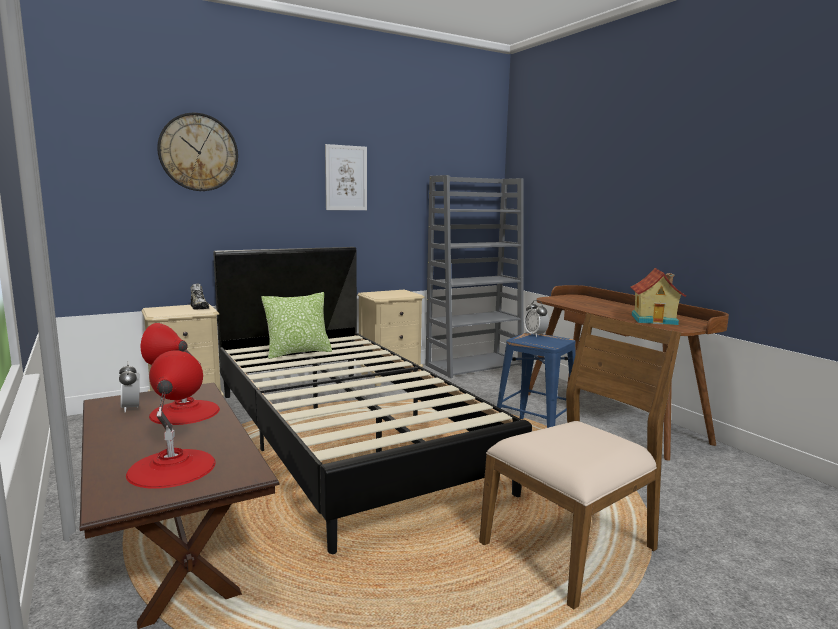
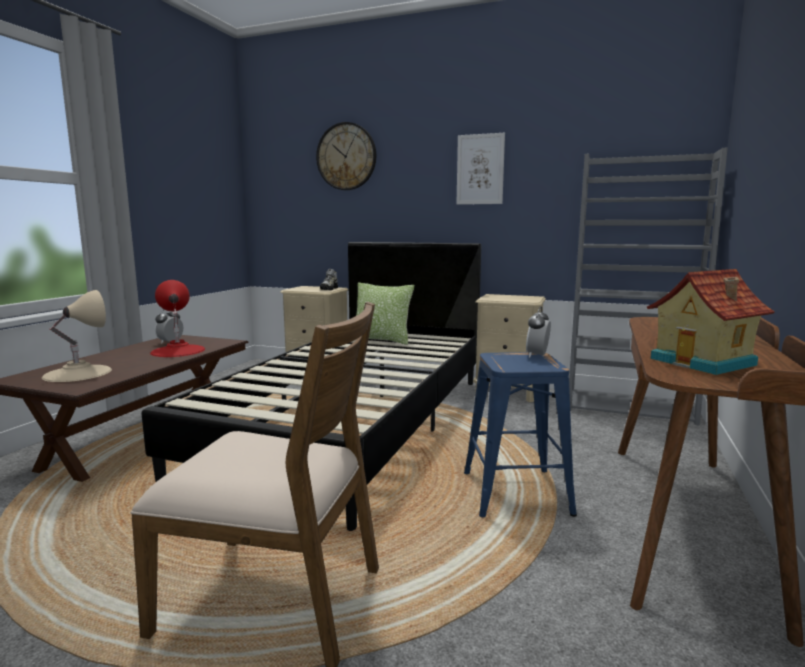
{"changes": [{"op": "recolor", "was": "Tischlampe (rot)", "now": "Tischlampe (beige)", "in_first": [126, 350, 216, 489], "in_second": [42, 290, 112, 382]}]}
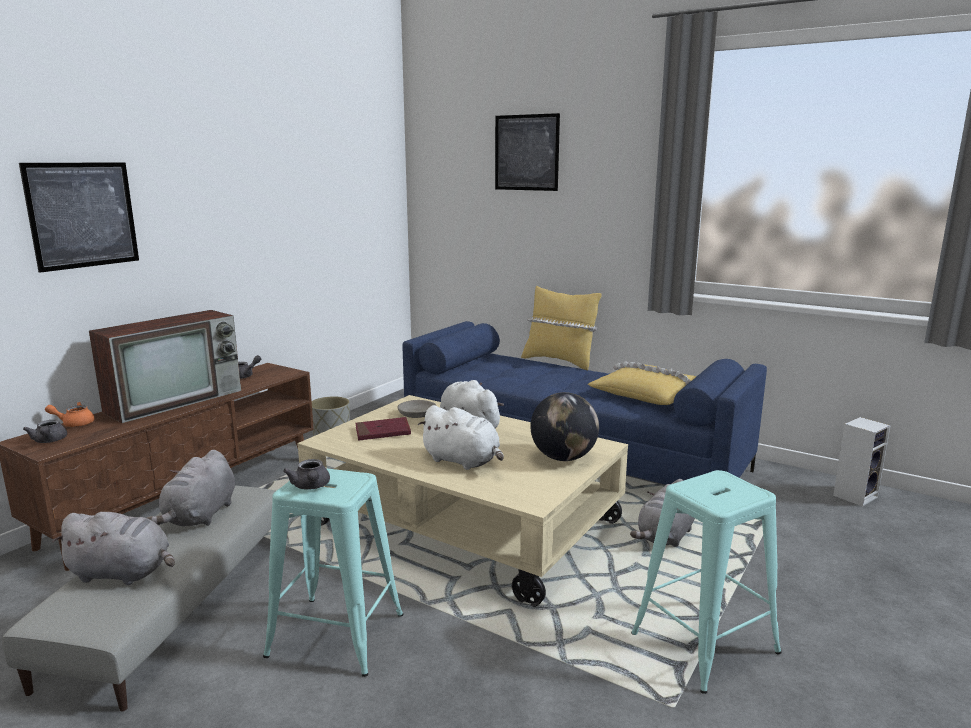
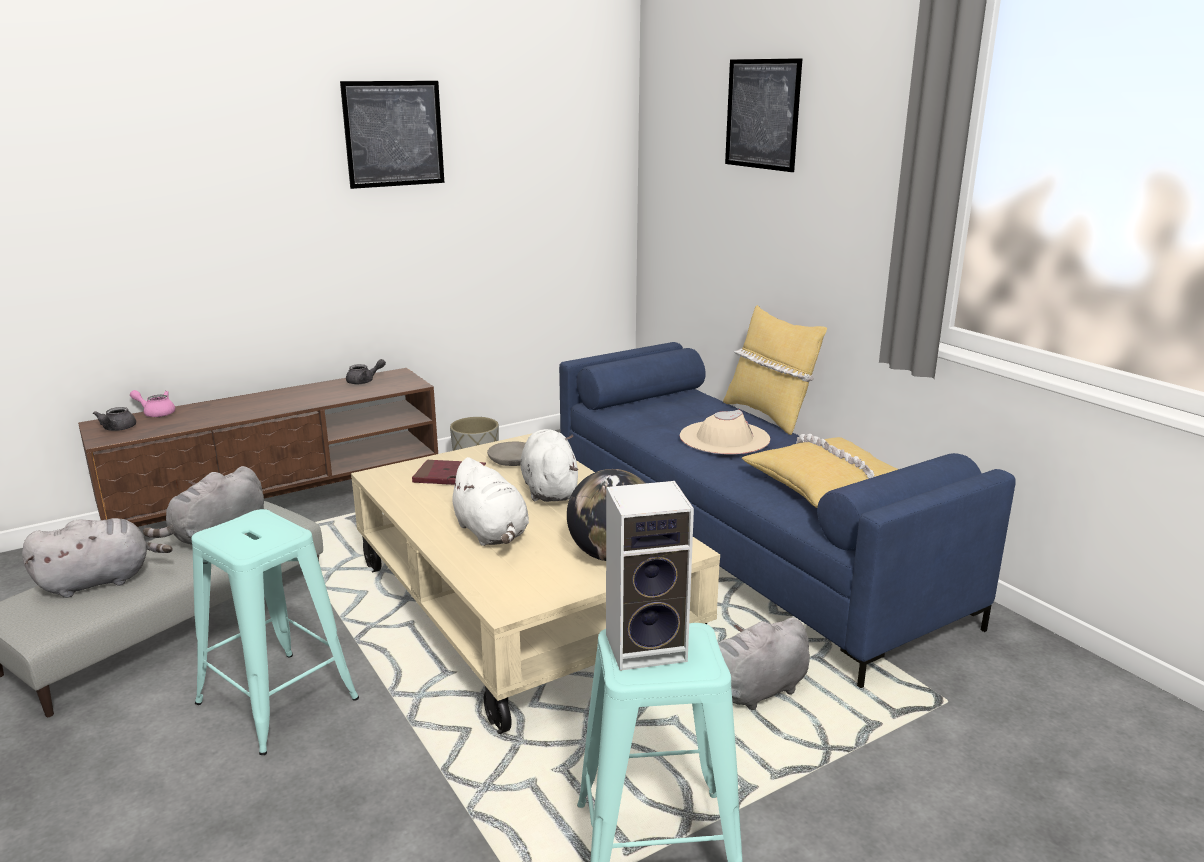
{"changes": [{"op": "move", "was": "Bild", "in_first": [19, 163, 139, 273], "in_second": [340, 81, 444, 189]}, {"op": "recolor", "was": "Teekanne (orange)", "now": "Teekanne (rosa)", "in_first": [45, 402, 94, 427], "in_second": [130, 390, 175, 417]}, {"op": "rotate", "was": "Plüschtier (grau)", "in_first": [52, 512, 175, 585], "in_second": [22, 518, 173, 598], "clockwise": -60}, {"op": "delete", "was": "Fernseher", "in_first": [89, 310, 241, 423]}, {"op": "delete", "was": "Teekanne (grau)", "in_first": [283, 459, 330, 490]}, {"op": "move", "was": "Lautsprecher", "in_first": [833, 417, 891, 507], "in_second": [606, 481, 694, 671]}, {"op": "insert", "now": "Hut (beige)", "in_second": [680, 409, 770, 454]}]}
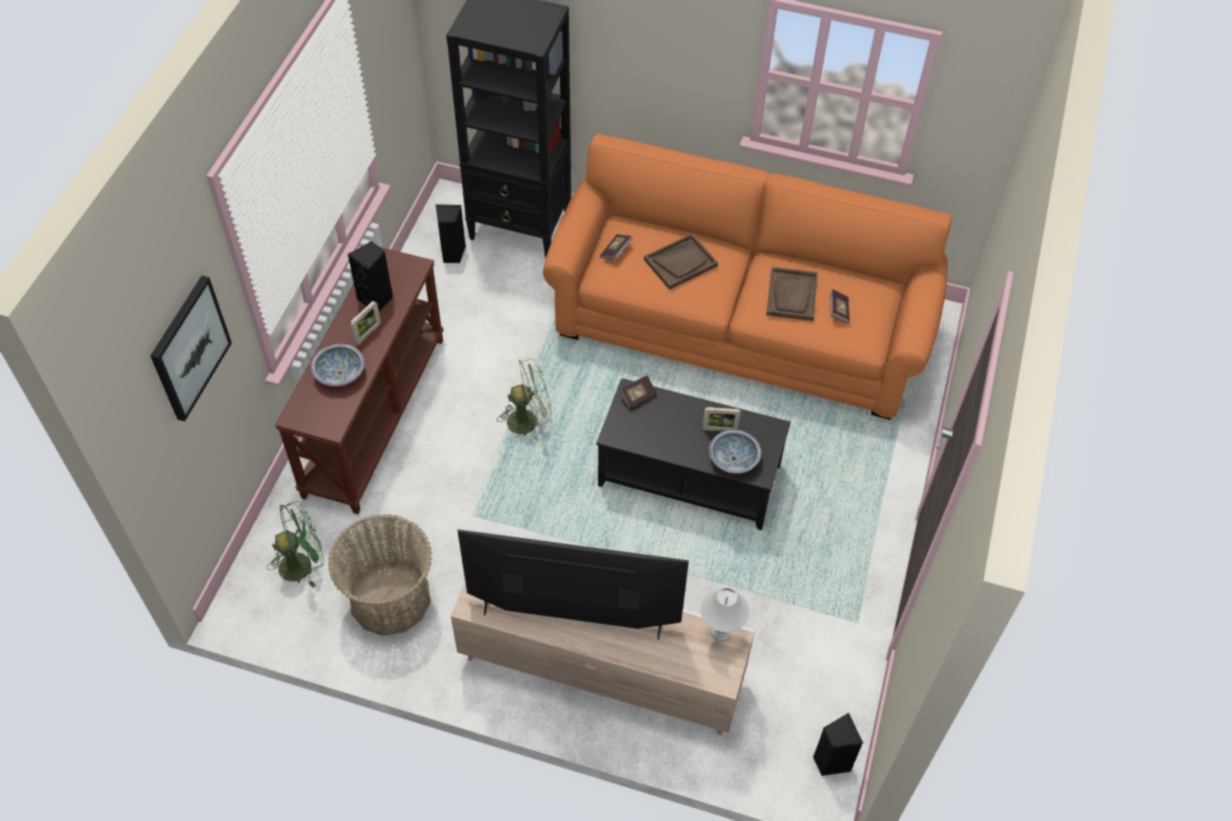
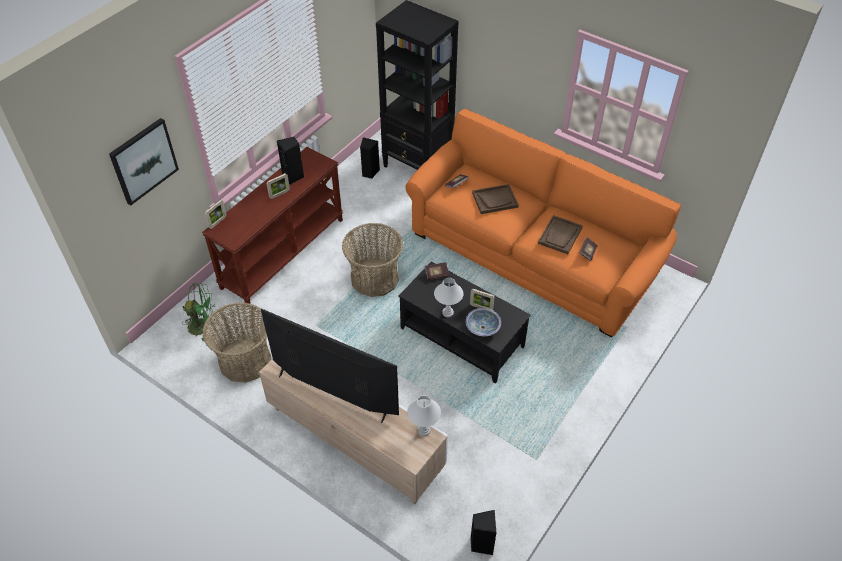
{"changes": [{"op": "delete", "was": "Schüssel", "in_first": [311, 344, 364, 386]}, {"op": "replace", "was": "Ventilator (grün)", "now": "Korb", "in_first": [497, 359, 552, 442], "in_second": [342, 223, 404, 297]}, {"op": "insert", "now": "Bilderrahmen", "in_second": [205, 200, 227, 229]}, {"op": "insert", "now": "Tischlampe (weiß)", "in_second": [434, 278, 463, 317]}]}
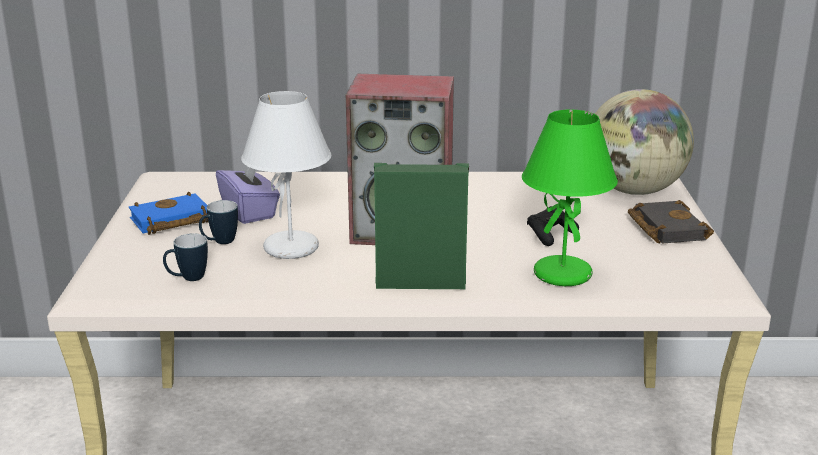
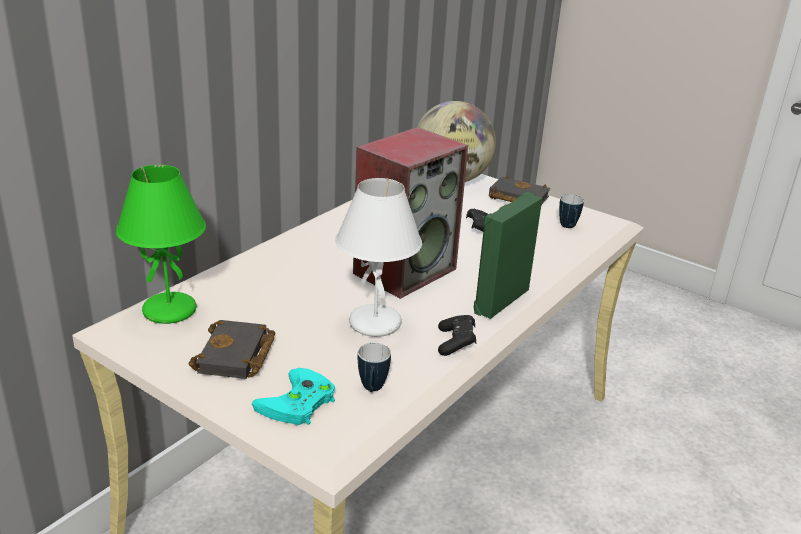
{"changes": [{"op": "recolor", "was": "Buch (blau)", "now": "Buch (schwarz)", "in_first": [129, 192, 208, 235], "in_second": [188, 320, 275, 379]}, {"op": "move", "was": "Henkelbecher", "in_first": [199, 200, 238, 244], "in_second": [559, 194, 584, 228]}, {"op": "delete", "was": "Taschentuchbox (lila)", "in_first": [216, 166, 280, 224]}, {"op": "move", "was": "Tischlampe (grün)", "in_first": [522, 110, 618, 286], "in_second": [116, 165, 206, 324]}, {"op": "insert", "now": "Gamepad (türkis)", "in_second": [252, 368, 335, 425]}, {"op": "insert", "now": "Gamepad (schwarz)", "in_second": [438, 315, 476, 356]}]}
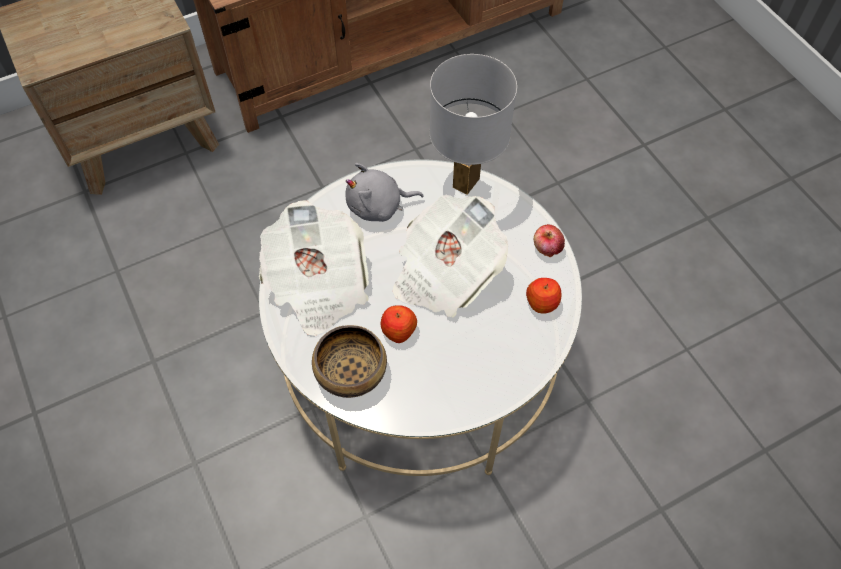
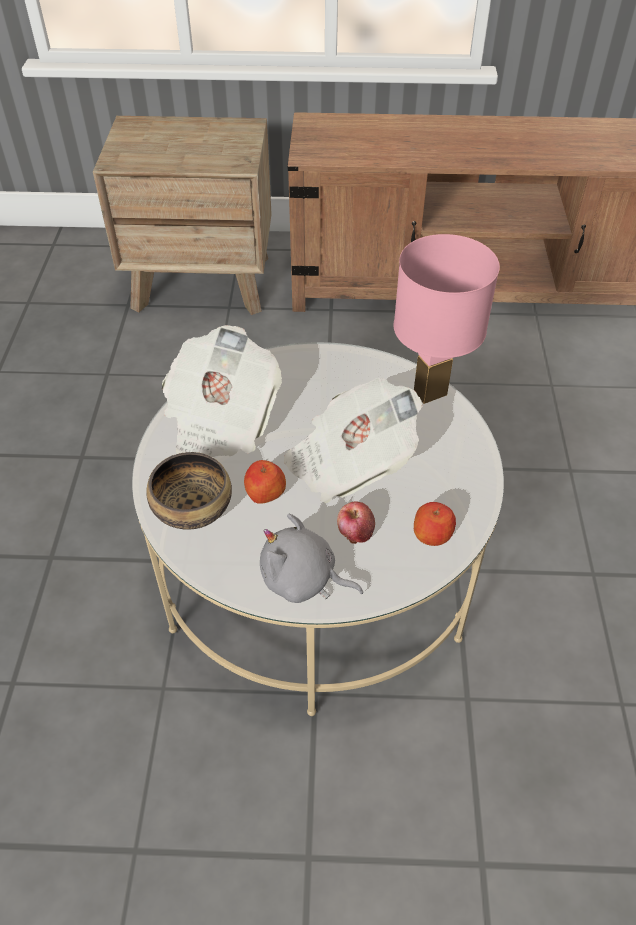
{"changes": [{"op": "move", "was": "Plüschtier (grau)", "in_first": [345, 163, 423, 222], "in_second": [260, 514, 363, 603]}, {"op": "recolor", "was": "Tischlampe (weiß)", "now": "Tischlampe (rosa)", "in_first": [430, 54, 517, 195], "in_second": [394, 234, 500, 404]}, {"op": "move", "was": "Apfel", "in_first": [534, 224, 565, 257], "in_second": [337, 501, 375, 544]}]}
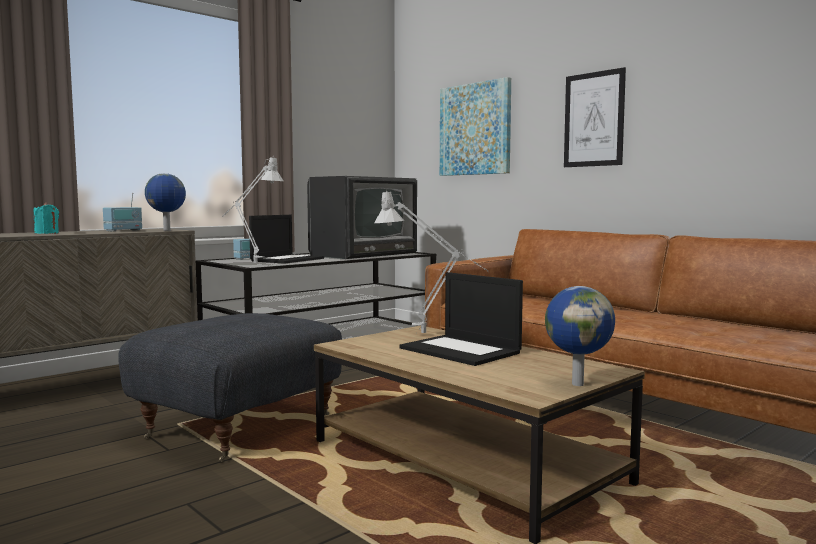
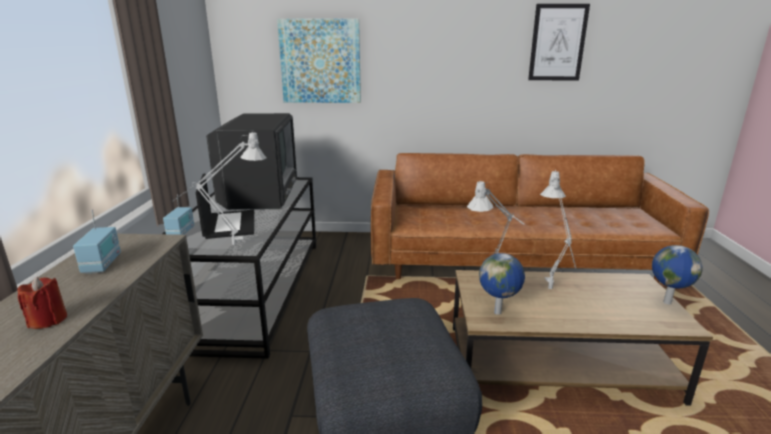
{"changes": [{"op": "recolor", "was": "Kerze (türkis)", "now": "Kerze (rot)", "in_first": [34, 202, 59, 234], "in_second": [17, 277, 67, 329]}, {"op": "move", "was": "Globus", "in_first": [145, 173, 186, 231], "in_second": [479, 253, 525, 315]}, {"op": "replace", "was": "Laptop", "now": "Tischlampe (grau)", "in_first": [399, 272, 523, 366], "in_second": [540, 170, 576, 289]}, {"op": "move", "was": "Bild", "in_first": [564, 67, 626, 167], "in_second": [528, 4, 590, 80]}]}
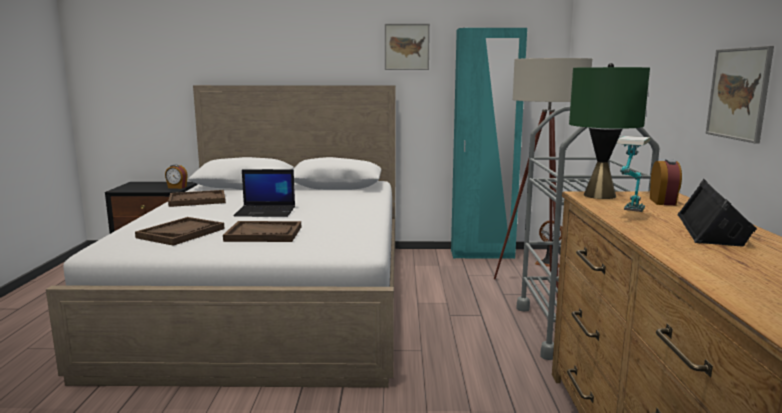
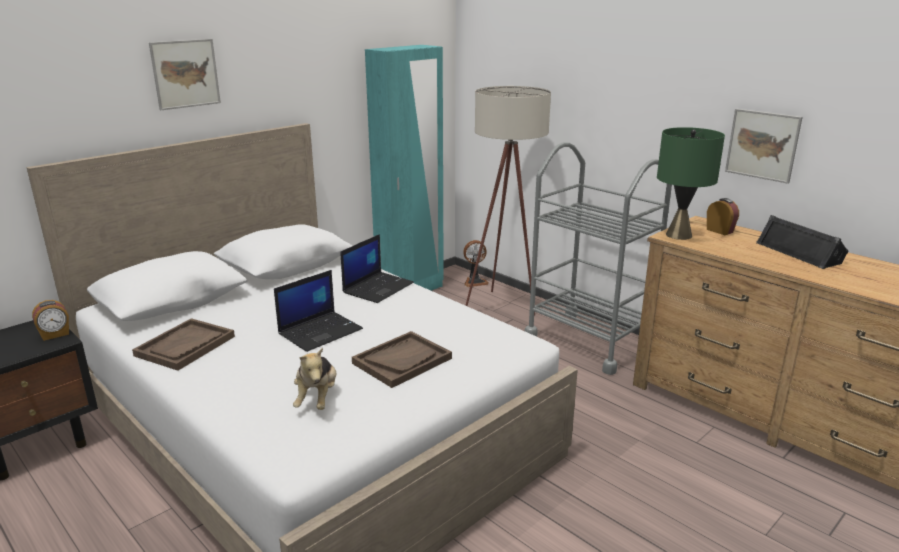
{"changes": [{"op": "replace", "was": "Tablett (braun)", "now": "Plüschtier", "in_first": [135, 217, 224, 246], "in_second": [293, 347, 336, 410]}, {"op": "move", "was": "Bild", "in_first": [385, 24, 430, 70], "in_second": [149, 39, 221, 110]}, {"op": "delete", "was": "Tischlampe", "in_first": [617, 136, 650, 212]}, {"op": "insert", "now": "Laptop", "in_second": [341, 234, 414, 303]}]}
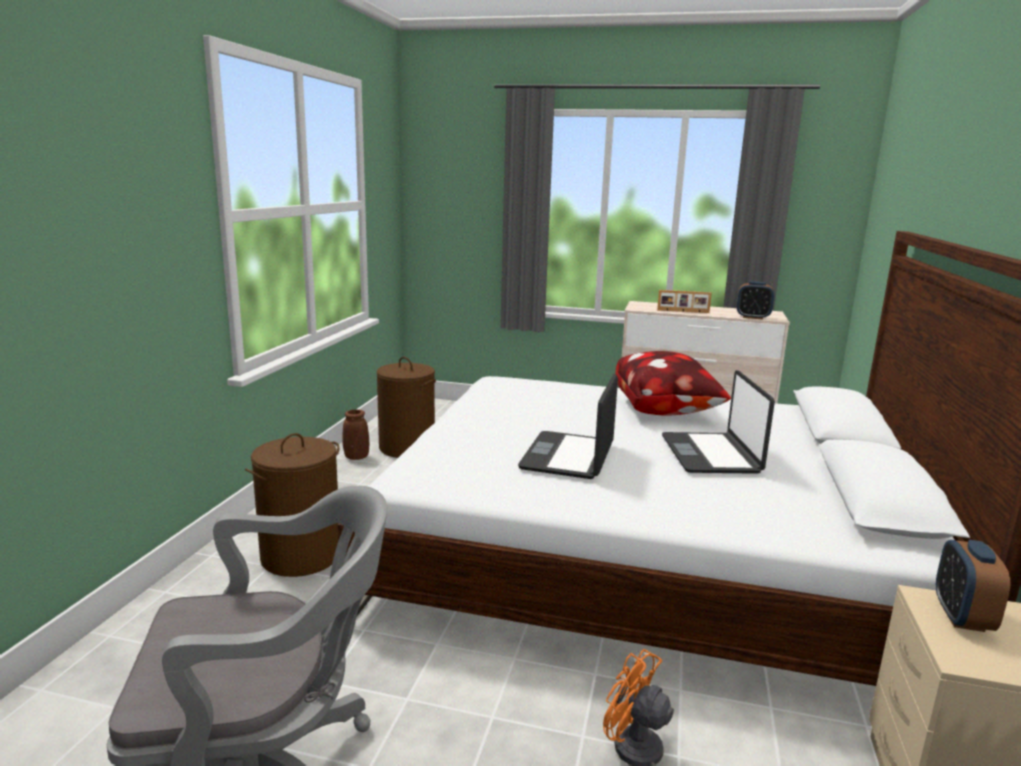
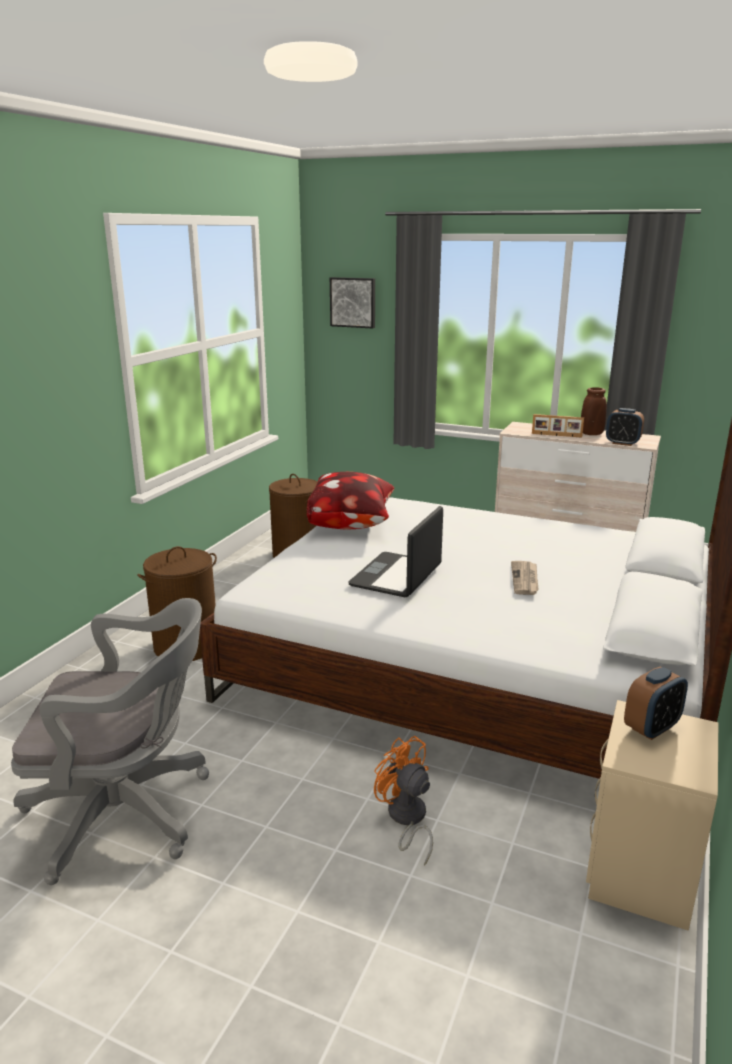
{"changes": [{"op": "move", "was": "Vase (braun)", "in_first": [342, 410, 369, 460], "in_second": [581, 387, 607, 435]}, {"op": "move", "was": "Kissen", "in_first": [615, 351, 731, 416], "in_second": [307, 472, 395, 530]}, {"op": "replace", "was": "Laptop", "now": "Zeitung", "in_first": [662, 370, 775, 474], "in_second": [511, 561, 539, 595]}, {"op": "rotate", "was": "Wecker", "in_first": [936, 540, 1011, 632], "in_second": [624, 667, 688, 740], "clockwise": -150}, {"op": "insert", "now": "Bild", "in_second": [330, 277, 375, 329]}]}
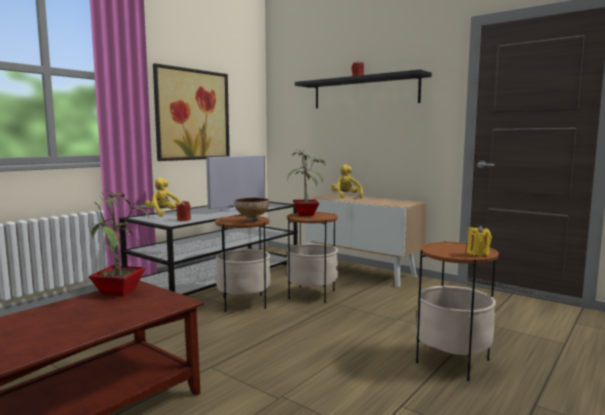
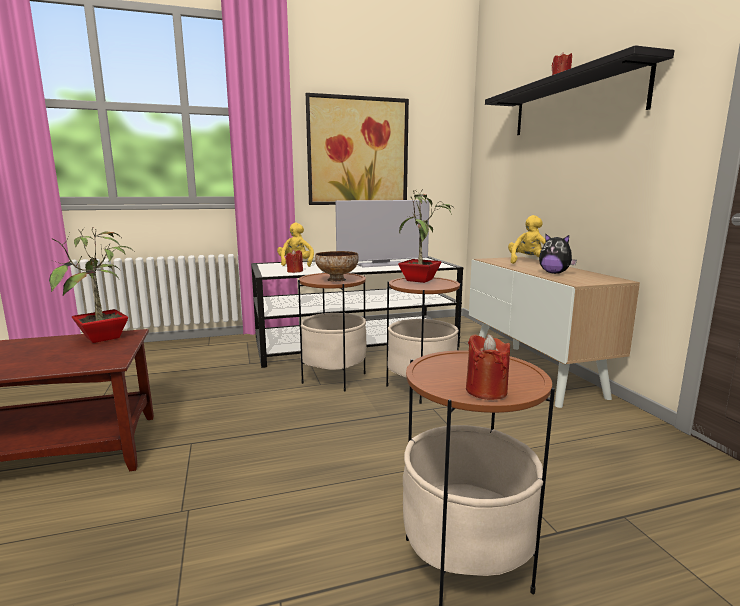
{"changes": [{"op": "recolor", "was": "Kerze (gelb)", "now": "Kerze (rot)", "in_first": [467, 225, 492, 257], "in_second": [466, 334, 510, 400]}, {"op": "insert", "now": "Plüschtier", "in_second": [539, 233, 577, 274]}]}
